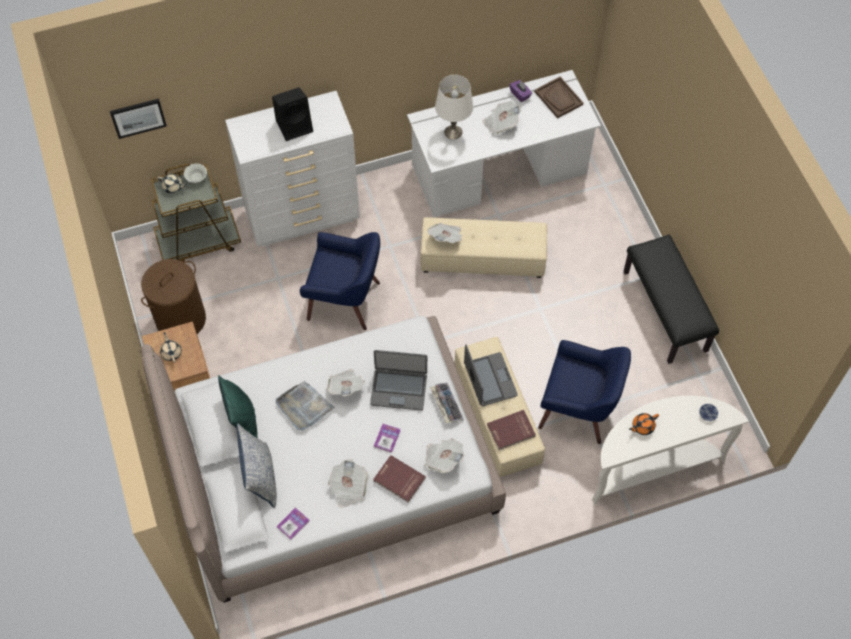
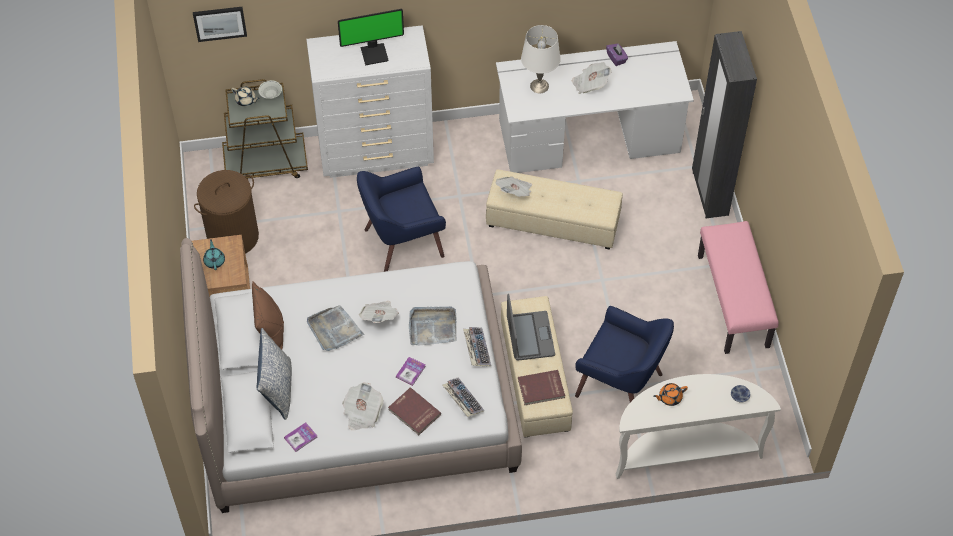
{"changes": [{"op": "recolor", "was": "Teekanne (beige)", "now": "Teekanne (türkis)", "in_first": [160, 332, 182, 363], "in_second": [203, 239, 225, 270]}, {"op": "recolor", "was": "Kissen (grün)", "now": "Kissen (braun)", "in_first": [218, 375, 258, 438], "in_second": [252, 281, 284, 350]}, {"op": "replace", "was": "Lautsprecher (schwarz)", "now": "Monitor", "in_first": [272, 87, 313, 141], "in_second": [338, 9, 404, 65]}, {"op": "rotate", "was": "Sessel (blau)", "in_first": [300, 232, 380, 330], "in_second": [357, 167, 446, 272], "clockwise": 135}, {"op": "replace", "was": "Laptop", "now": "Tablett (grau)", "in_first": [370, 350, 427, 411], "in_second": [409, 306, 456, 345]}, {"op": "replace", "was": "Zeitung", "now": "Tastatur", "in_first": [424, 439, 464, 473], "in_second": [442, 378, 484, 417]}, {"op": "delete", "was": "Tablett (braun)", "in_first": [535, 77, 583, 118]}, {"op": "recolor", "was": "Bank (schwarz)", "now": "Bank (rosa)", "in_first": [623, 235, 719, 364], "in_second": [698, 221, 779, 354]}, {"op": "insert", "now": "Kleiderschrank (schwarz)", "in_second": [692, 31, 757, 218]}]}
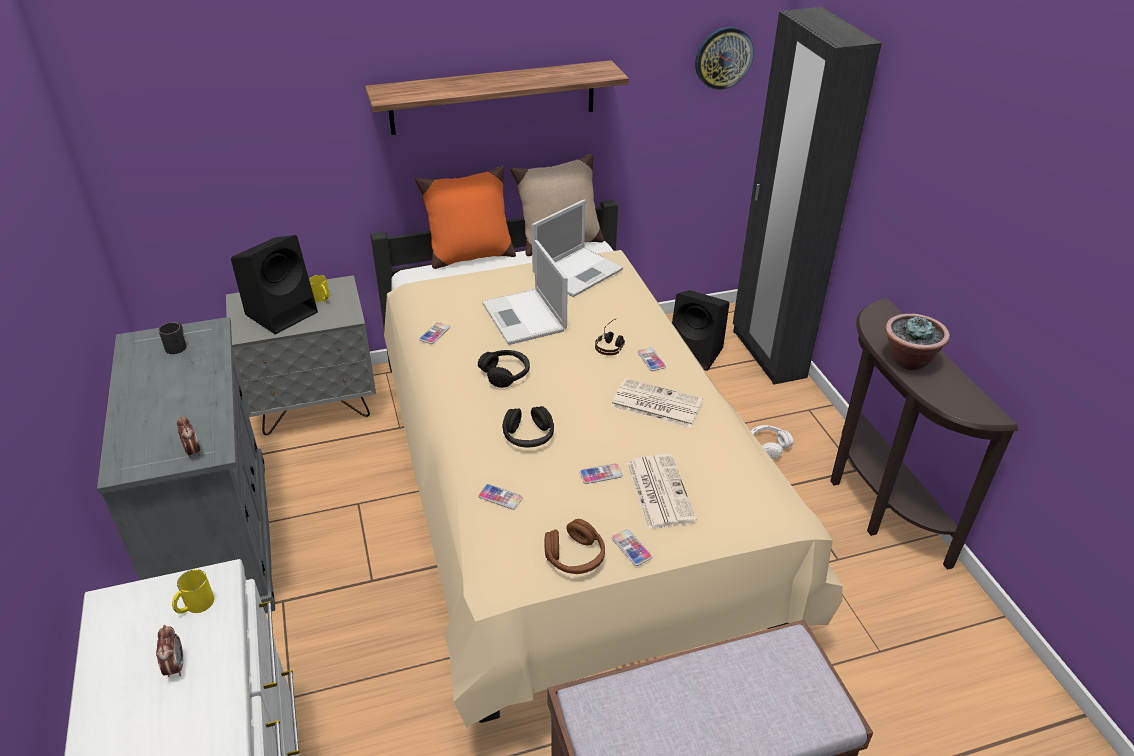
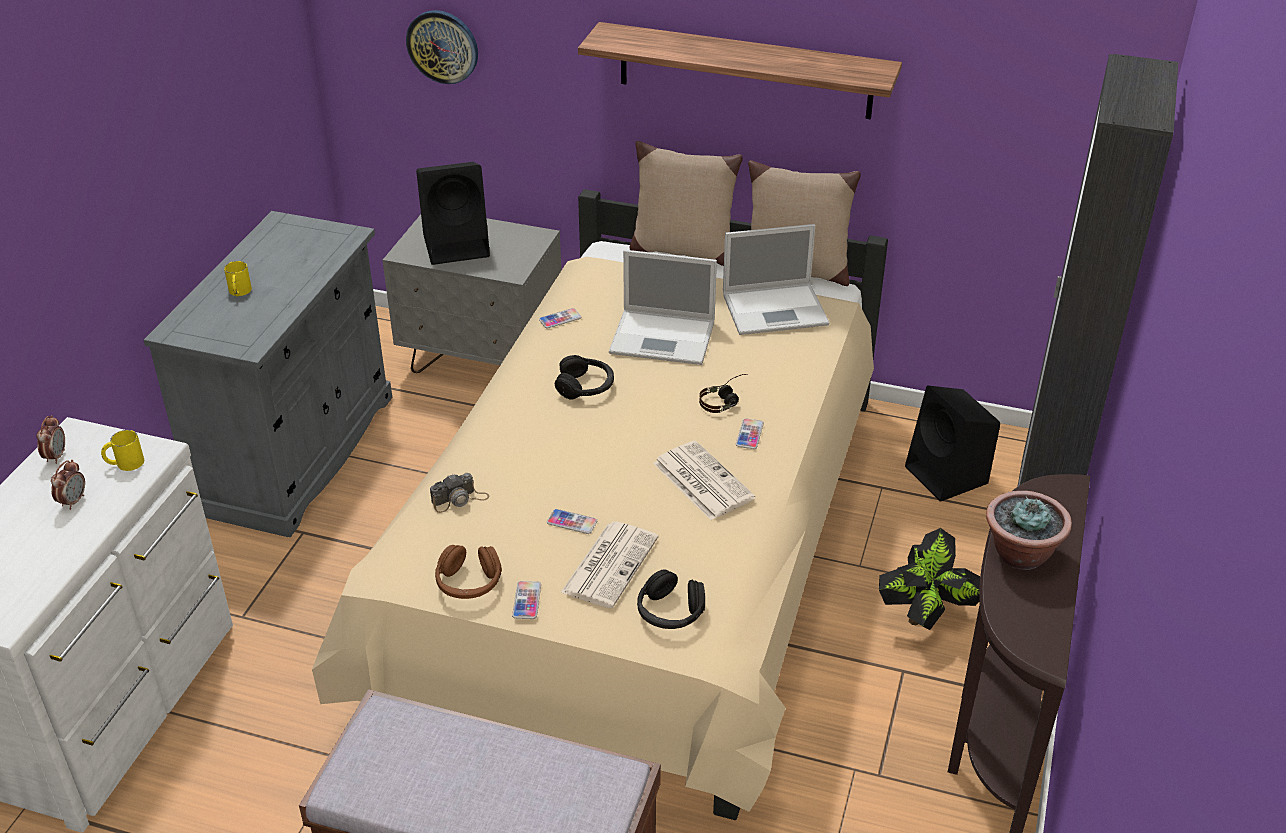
{"changes": [{"op": "delete", "was": "Henkelbecher (schwarz)", "in_first": [159, 322, 187, 354]}, {"op": "move", "was": "Wecker", "in_first": [177, 416, 200, 458], "in_second": [36, 415, 65, 464]}, {"op": "move", "was": "Henkelbecher (gelb)", "in_first": [309, 275, 330, 302], "in_second": [224, 261, 252, 297]}, {"op": "recolor", "was": "Kissen (orange)", "now": "Kissen (beige)", "in_first": [415, 166, 516, 269], "in_second": [629, 141, 743, 266]}, {"op": "replace", "was": "Handy", "now": "Kamera", "in_first": [478, 484, 523, 510], "in_second": [430, 473, 490, 513]}, {"op": "rotate", "was": "Laptop", "in_first": [482, 240, 568, 345], "in_second": [609, 250, 717, 365], "clockwise": -90}, {"op": "move", "was": "Kopfhörer (schwarz)", "in_first": [502, 406, 554, 447], "in_second": [637, 569, 705, 629]}, {"op": "move", "was": "Wanduhr", "in_first": [695, 27, 754, 90], "in_second": [406, 10, 478, 84]}, {"op": "replace", "was": "Kopfhörer (weiß)", "now": "Topfpflanze", "in_first": [751, 425, 793, 459], "in_second": [879, 528, 980, 630]}]}
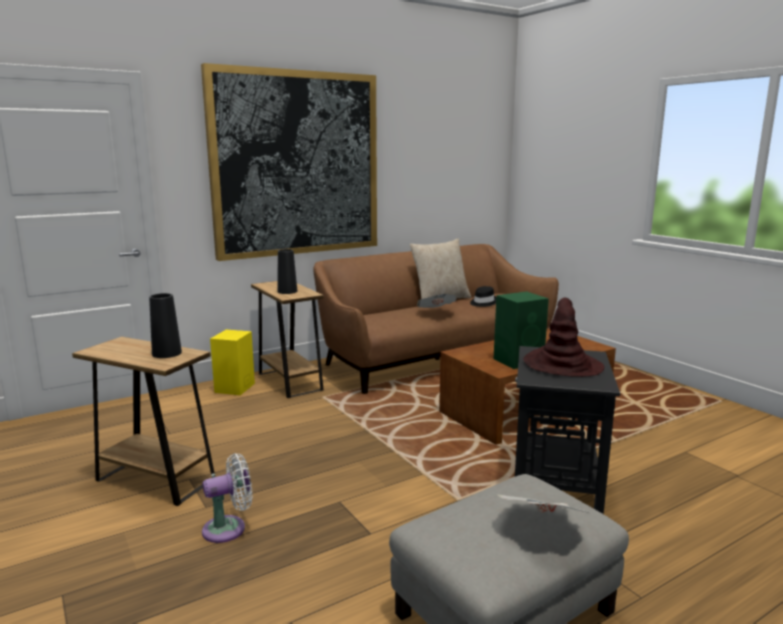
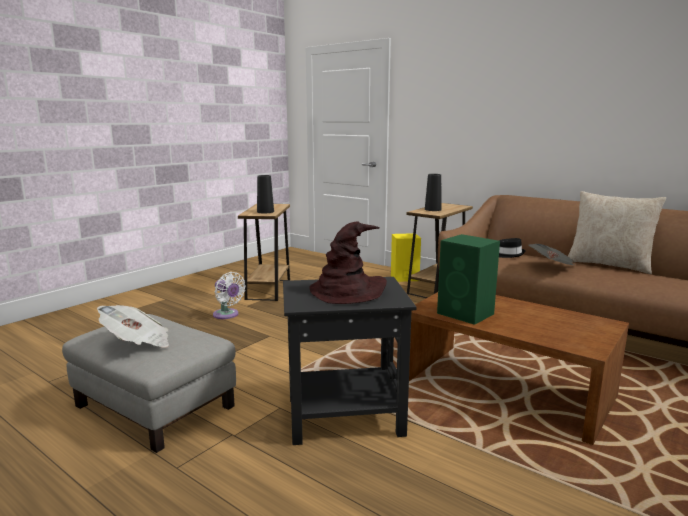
{"changes": [{"op": "delete", "was": "Bild", "in_first": [201, 63, 377, 261]}, {"op": "move", "was": "Hut (schwarz)", "in_first": [470, 286, 496, 307], "in_second": [499, 238, 526, 258]}]}
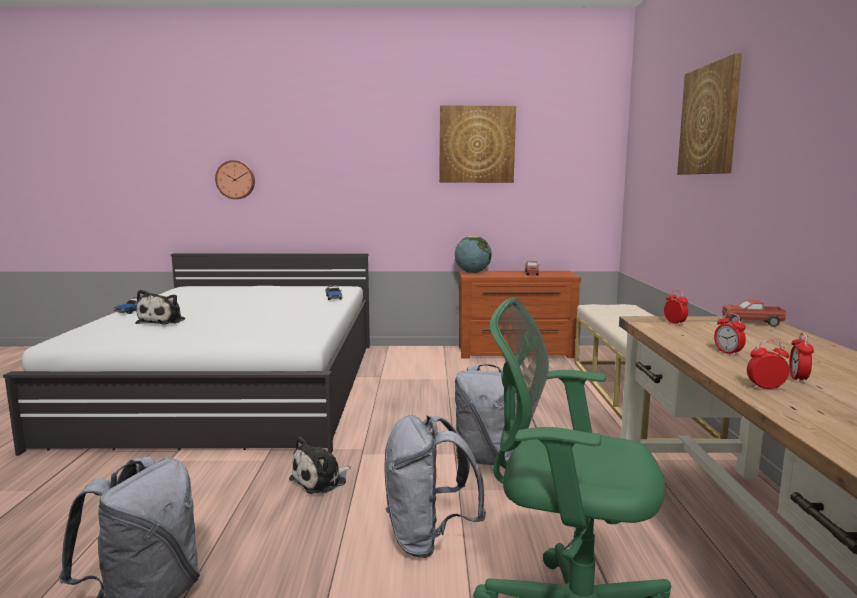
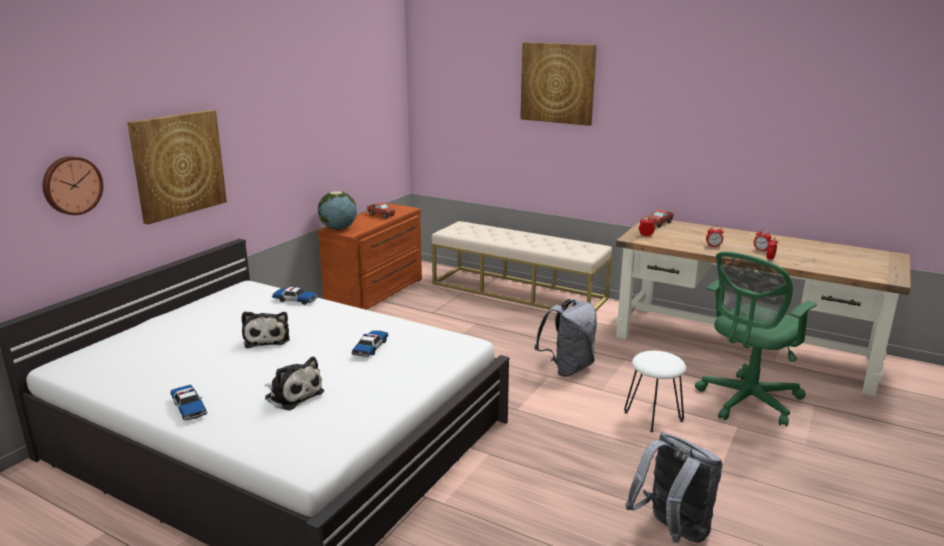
{"changes": [{"op": "move", "was": "Plüschtier", "in_first": [289, 437, 351, 494], "in_second": [242, 311, 290, 348]}, {"op": "replace", "was": "Rucksack (grau)", "now": "Hocker (weiß)", "in_first": [385, 415, 486, 558], "in_second": [624, 351, 686, 432]}, {"op": "move", "was": "Bild", "in_first": [439, 105, 516, 183], "in_second": [127, 110, 227, 225]}, {"op": "insert", "now": "Spielzeugauto", "in_second": [352, 330, 389, 357]}]}
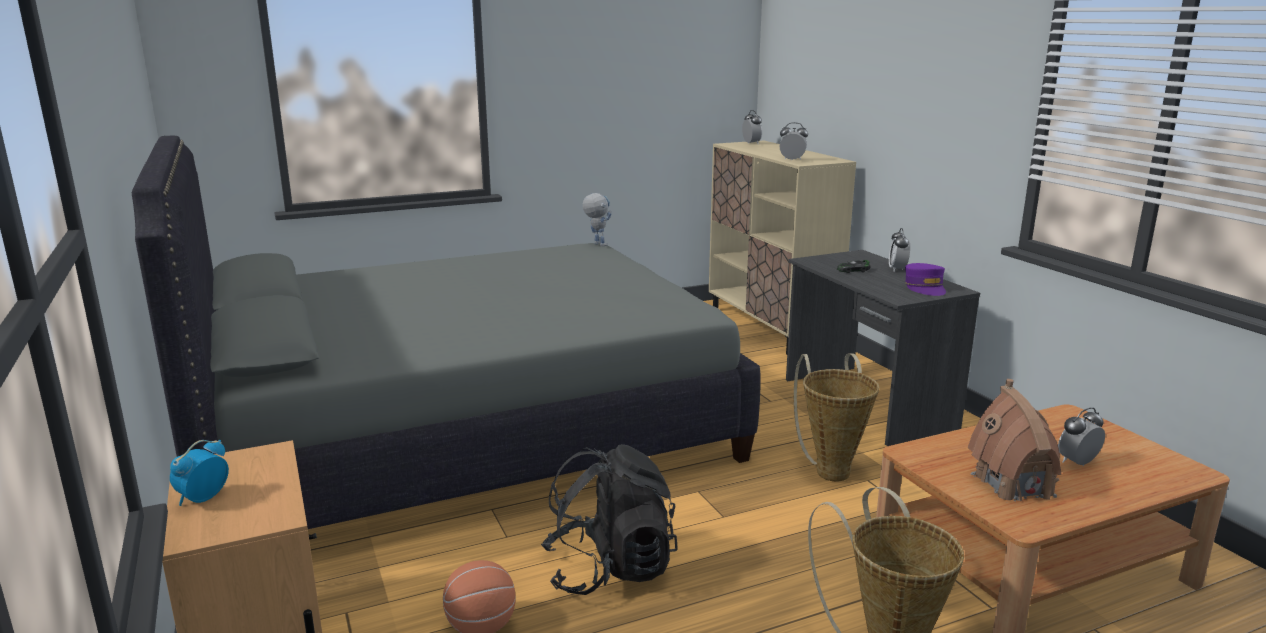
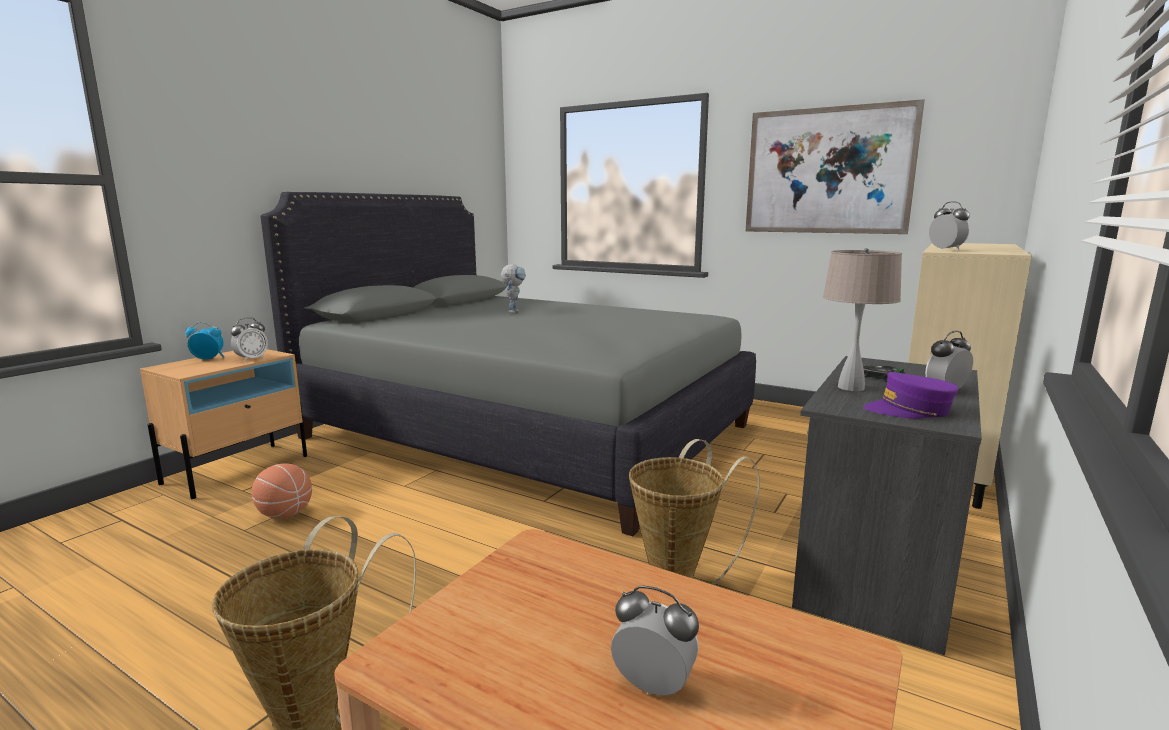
{"changes": [{"op": "delete", "was": "Rucksack (schwarz)", "in_first": [541, 444, 678, 595]}, {"op": "move", "was": "Spielzeugroboter", "in_first": [582, 193, 612, 246], "in_second": [501, 264, 526, 313]}, {"op": "move", "was": "Wecker", "in_first": [742, 110, 762, 144], "in_second": [231, 317, 268, 362]}, {"op": "rotate", "was": "Kappe (lila)", "in_first": [905, 263, 946, 296], "in_second": [863, 372, 959, 419], "clockwise": 45}, {"op": "delete", "was": "Spielzeughaus", "in_first": [968, 379, 1061, 502]}, {"op": "insert", "now": "Bild", "in_second": [746, 99, 925, 234]}, {"op": "insert", "now": "Tischlampe (beige)", "in_second": [823, 248, 902, 391]}]}
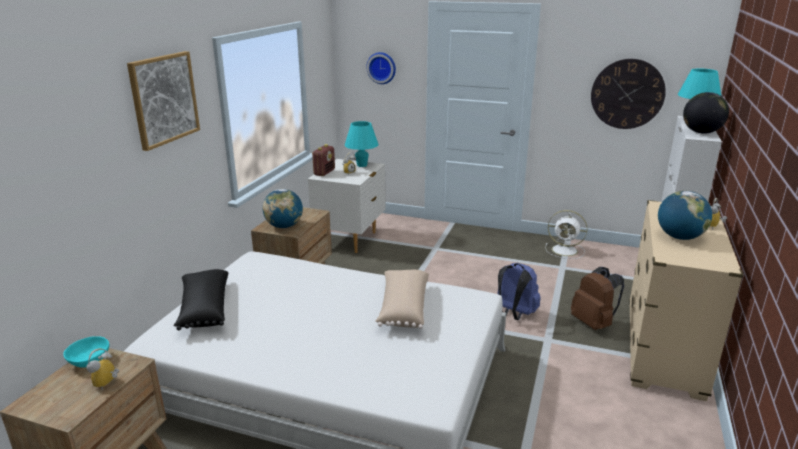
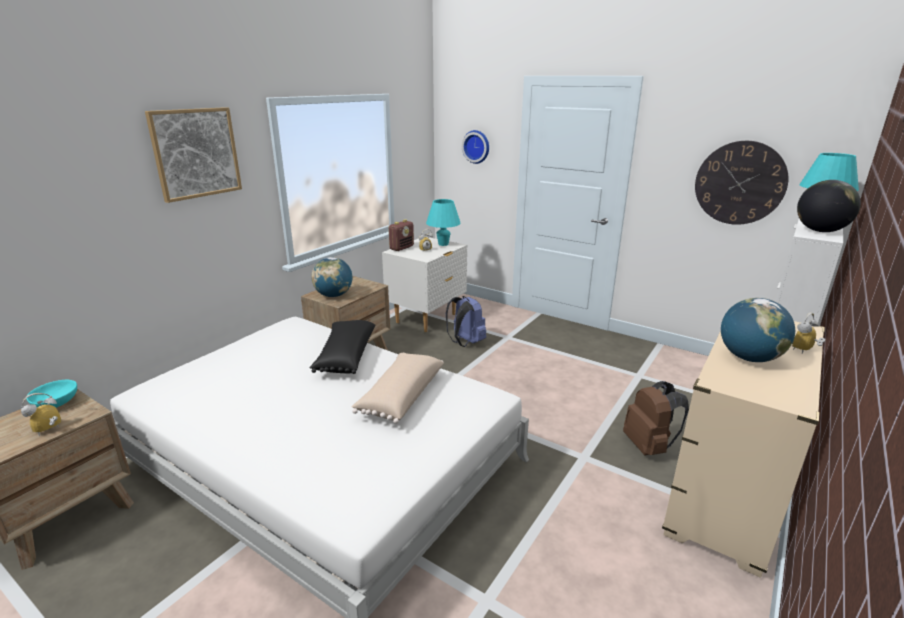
{"changes": [{"op": "move", "was": "Kissen (schwarz)", "in_first": [174, 269, 229, 330], "in_second": [310, 320, 375, 374]}, {"op": "move", "was": "Rucksack (blau)", "in_first": [497, 263, 540, 320], "in_second": [446, 296, 486, 347]}, {"op": "delete", "was": "Ventilator (weiß)", "in_first": [546, 210, 588, 259]}]}
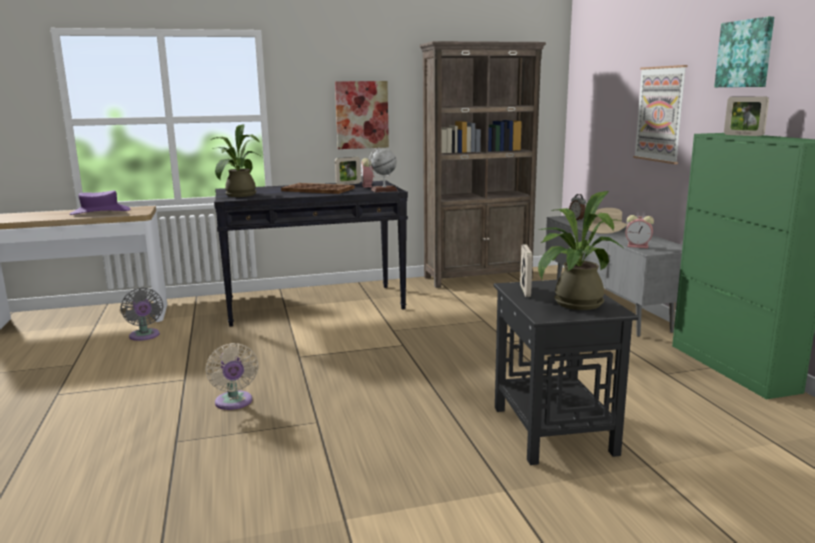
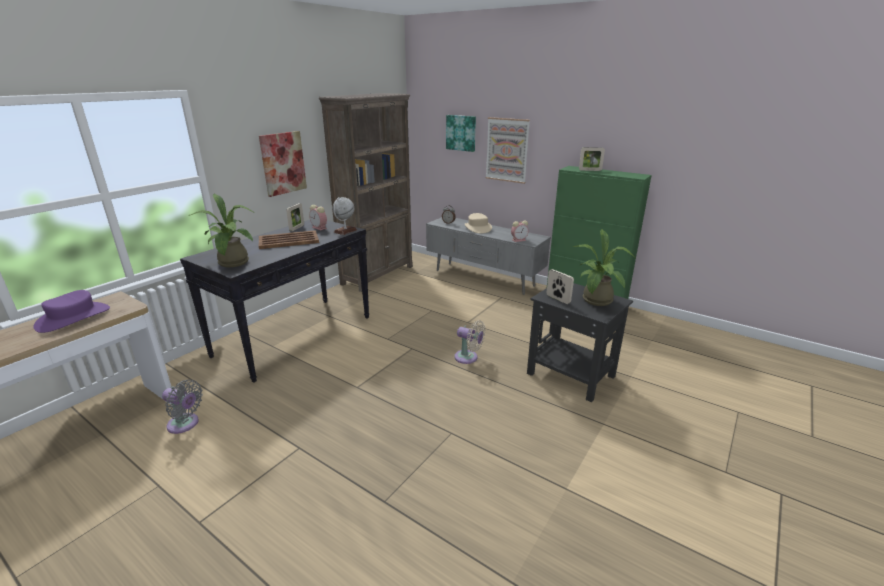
{"changes": [{"op": "move", "was": "Ventilator (beige)", "in_first": [205, 343, 259, 410], "in_second": [454, 320, 486, 364]}, {"op": "move", "was": "Bild", "in_first": [714, 17, 774, 87], "in_second": [446, 115, 476, 152]}]}
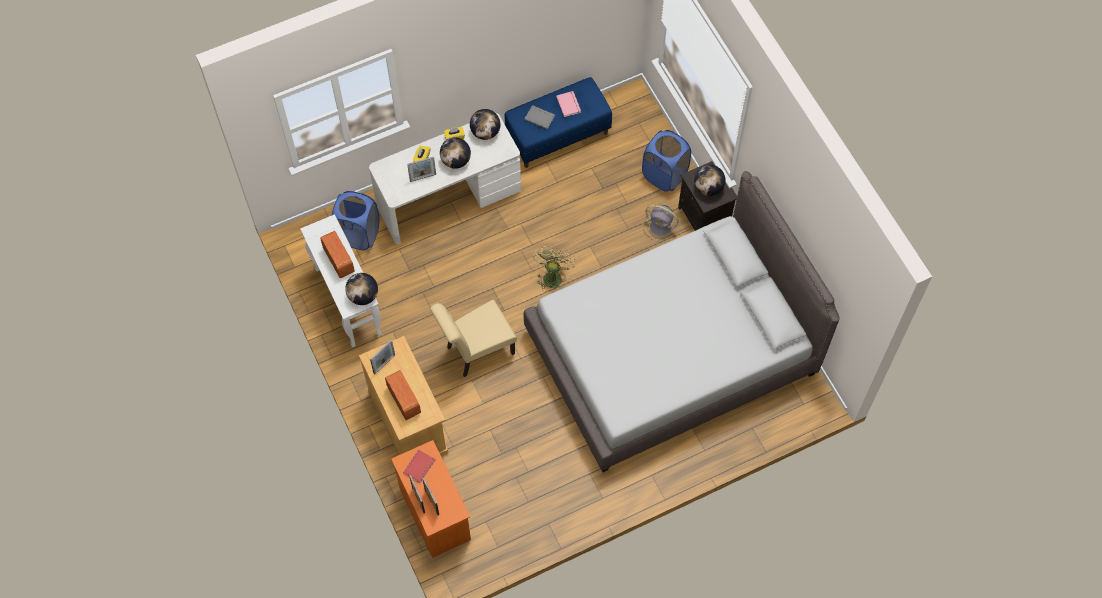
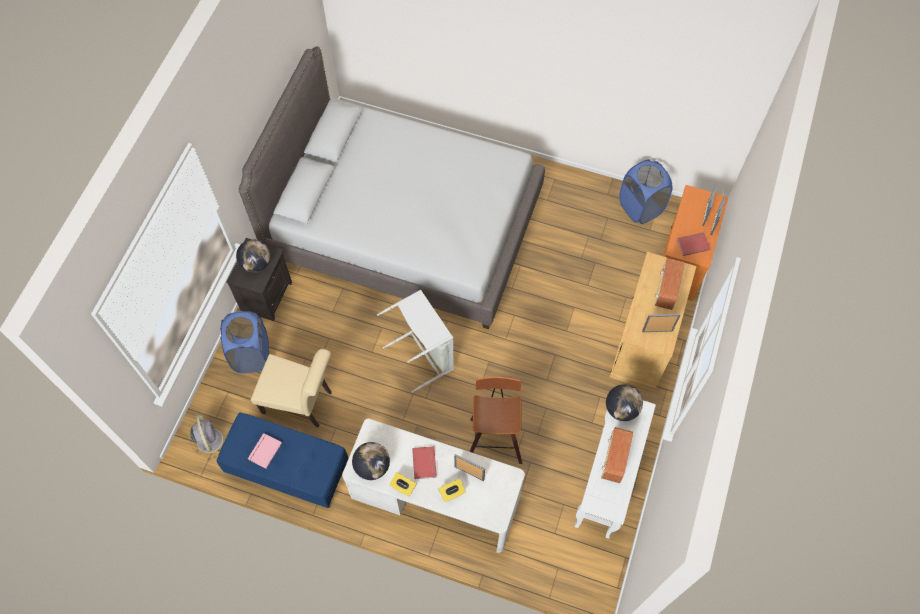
{"changes": [{"op": "move", "was": "Wäschekorb (blau)", "in_first": [332, 191, 380, 250], "in_second": [619, 159, 672, 224]}, {"op": "move", "was": "Stuhl (beige)", "in_first": [430, 300, 517, 377], "in_second": [251, 349, 332, 428]}, {"op": "replace", "was": "Globus", "now": "Buch (rot)", "in_first": [440, 137, 471, 169], "in_second": [412, 446, 437, 479]}, {"op": "delete", "was": "Buch (grau)", "in_first": [524, 105, 555, 129]}, {"op": "replace", "was": "Ventilator (grün)", "now": "Wäschekorb (grau)", "in_first": [533, 247, 575, 289], "in_second": [377, 290, 454, 393]}, {"op": "move", "was": "Ventilator (grau)", "in_first": [644, 205, 679, 243], "in_second": [190, 413, 228, 461]}, {"op": "insert", "now": "Hocker", "in_second": [469, 377, 522, 464]}]}
